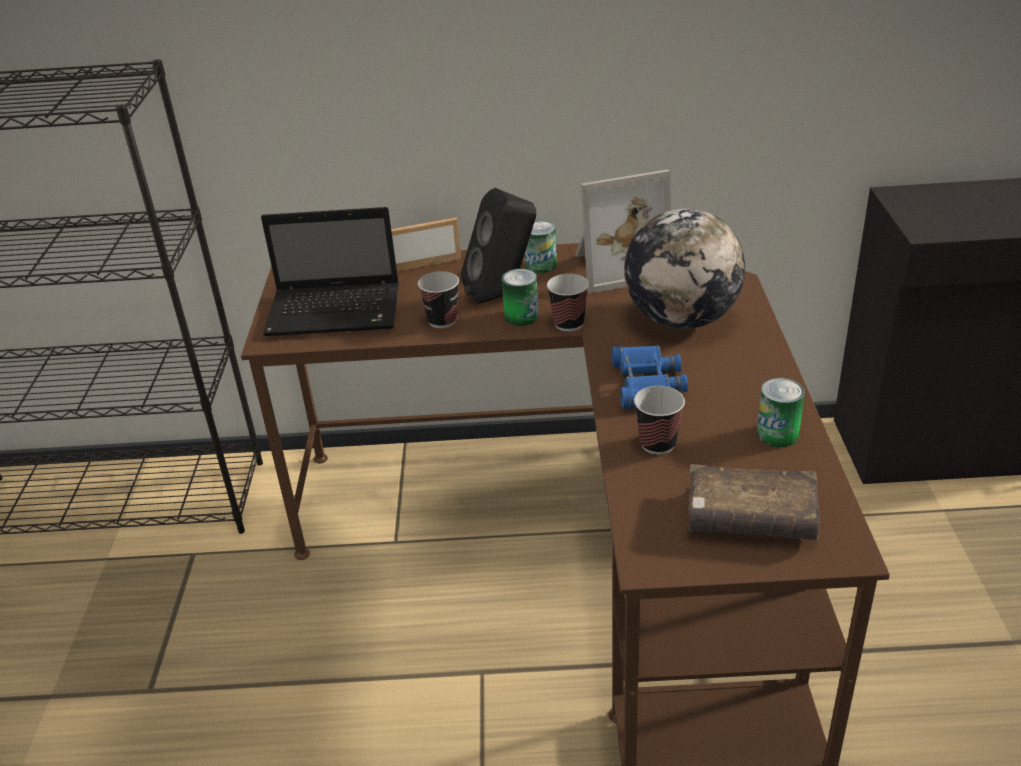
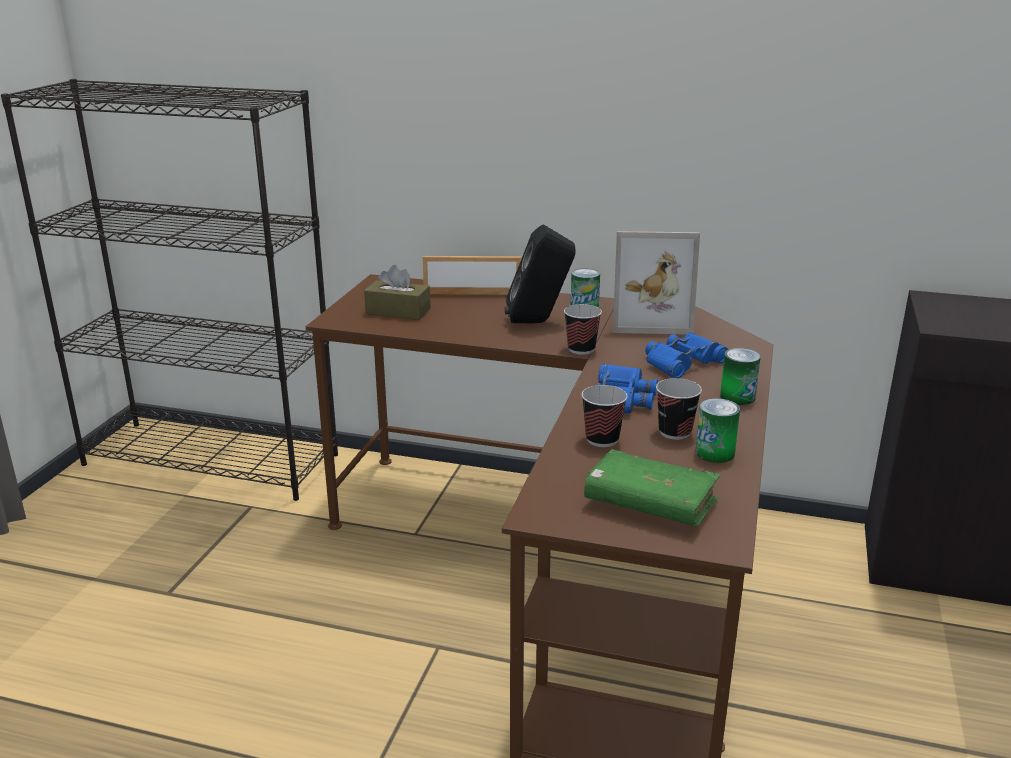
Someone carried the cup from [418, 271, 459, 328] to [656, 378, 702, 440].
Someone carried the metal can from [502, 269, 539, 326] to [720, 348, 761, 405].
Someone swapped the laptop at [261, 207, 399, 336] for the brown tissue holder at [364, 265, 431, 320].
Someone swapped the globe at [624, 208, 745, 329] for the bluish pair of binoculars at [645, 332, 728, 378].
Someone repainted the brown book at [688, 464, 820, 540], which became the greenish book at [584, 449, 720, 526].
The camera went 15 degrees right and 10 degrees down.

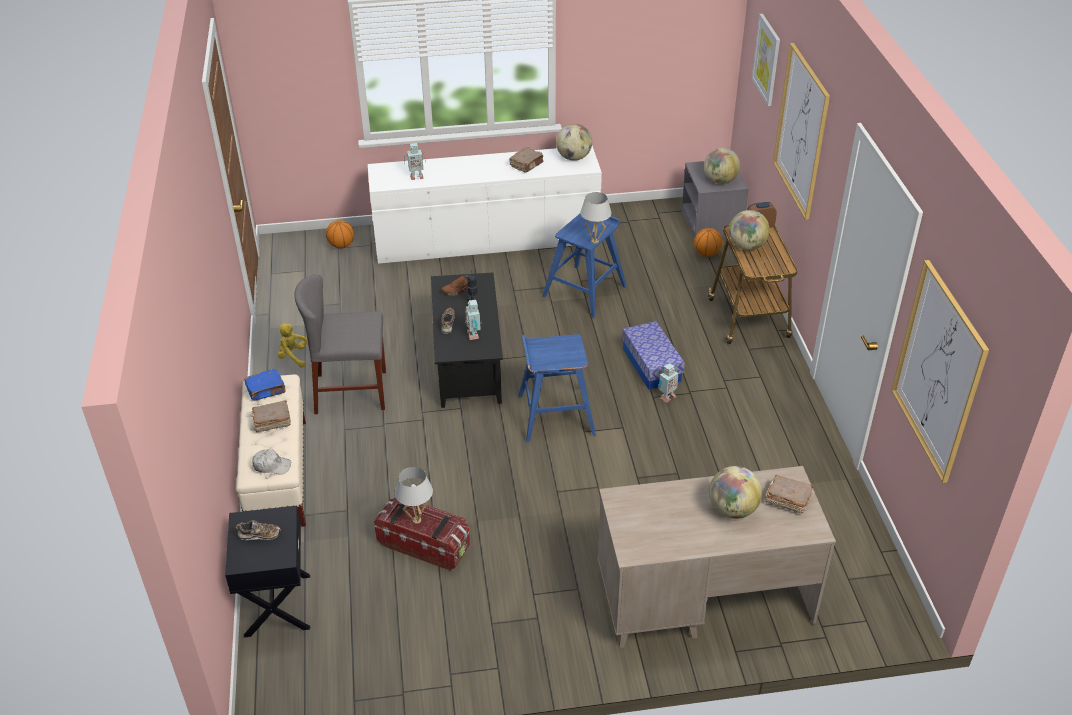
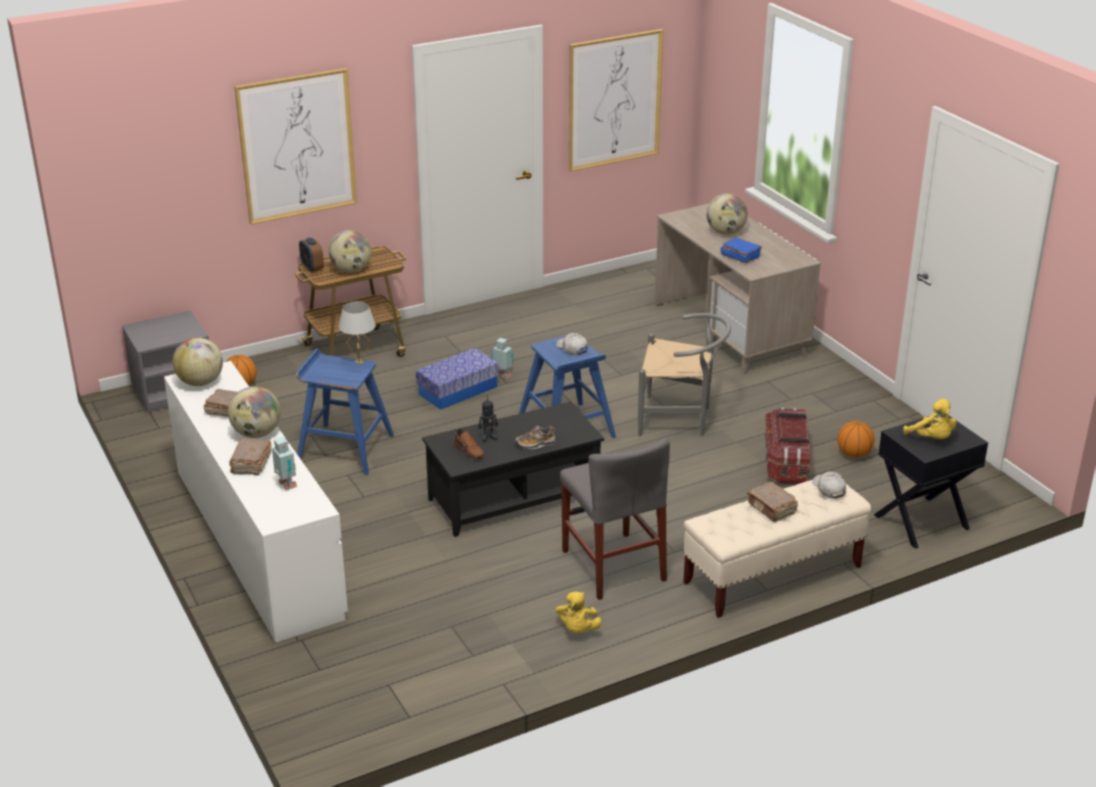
Someone took away the white-coloured lamp for a table at [395, 467, 433, 524].
Someone took away the robot figure at [465, 300, 482, 340].
Someone took away the wall picture at [752, 14, 780, 106].
Someone put down the white-coloured peaked cap at [556, 333, 588, 355].
Someone put down the grey upright chair at [638, 313, 731, 436].
Someone carried the bluish book from [244, 369, 285, 401] to [721, 238, 762, 263].
Someone carried the basketball ball from [326, 220, 354, 248] to [838, 421, 875, 458].
Someone carried the globe from [704, 148, 740, 184] to [228, 386, 281, 438].
Someone carried the brown book from [765, 475, 813, 513] to [229, 439, 272, 476].
Someone swapped the low shoe at [236, 520, 280, 540] for the yellowish plush toy at [903, 399, 956, 439].
The camera went 110 degrees left and 10 degrees down.

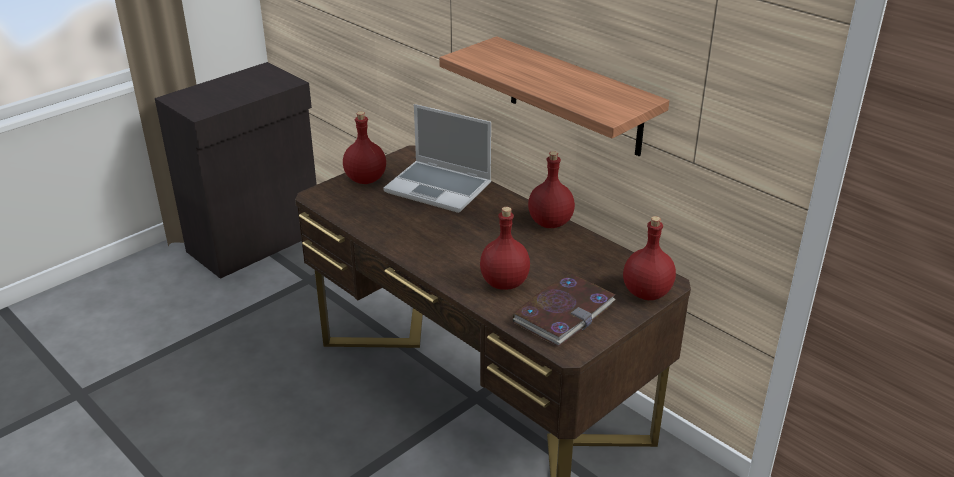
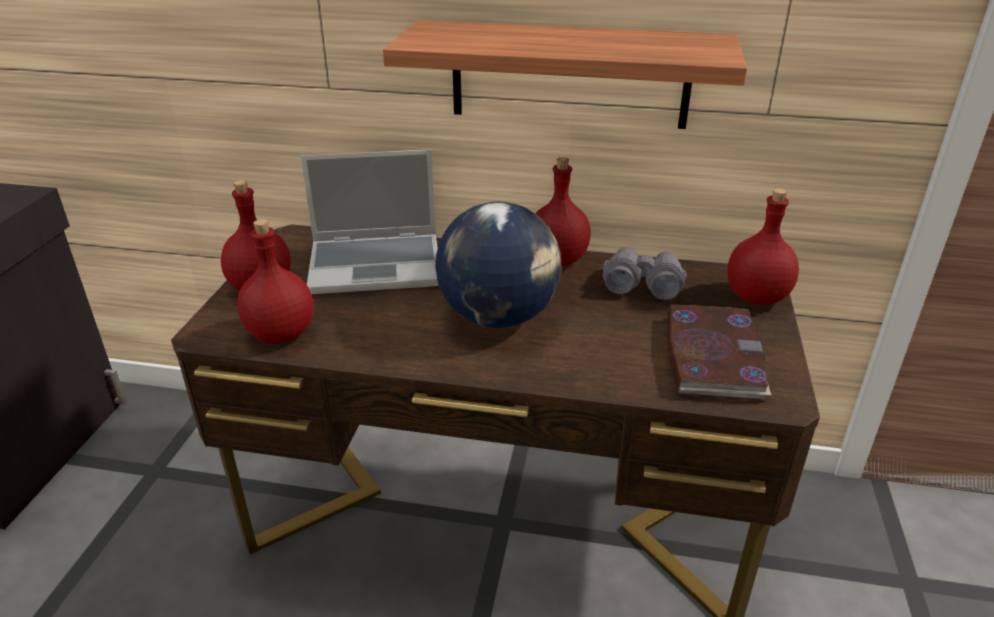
Someone put down the globe at [435, 202, 561, 328].
Someone put down the grey pair of binoculars at [602, 247, 687, 300].
Someone carried the reddish bottle from [480, 207, 530, 290] to [237, 219, 314, 344].
The camera went 35 degrees left and 0 degrees up.

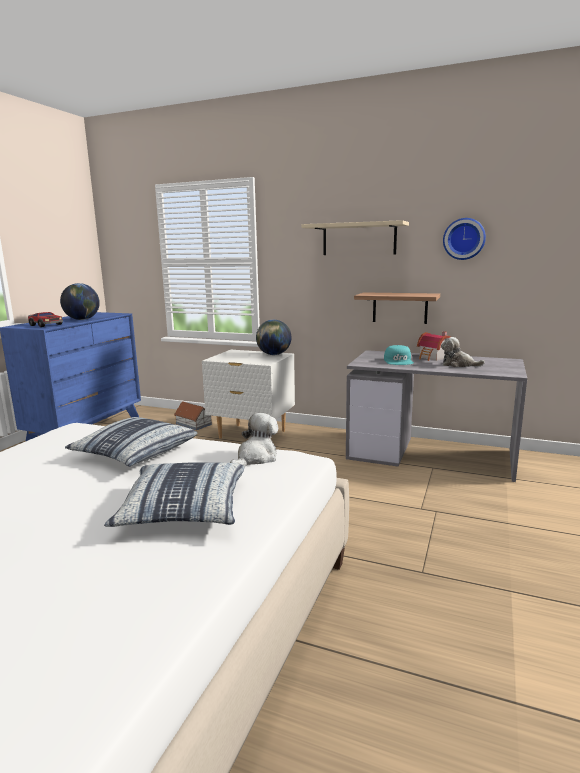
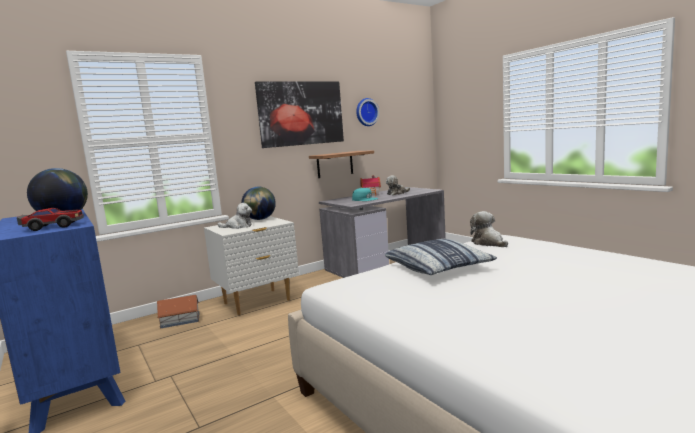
Someone took away the cushion at [104, 463, 245, 527].
Someone put down the plush toy at [217, 203, 252, 229].
Someone swapped the sand-coloured shelf at [302, 220, 409, 255] for the wall picture at [255, 81, 344, 148].
The camera went 55 degrees left and 5 degrees down.

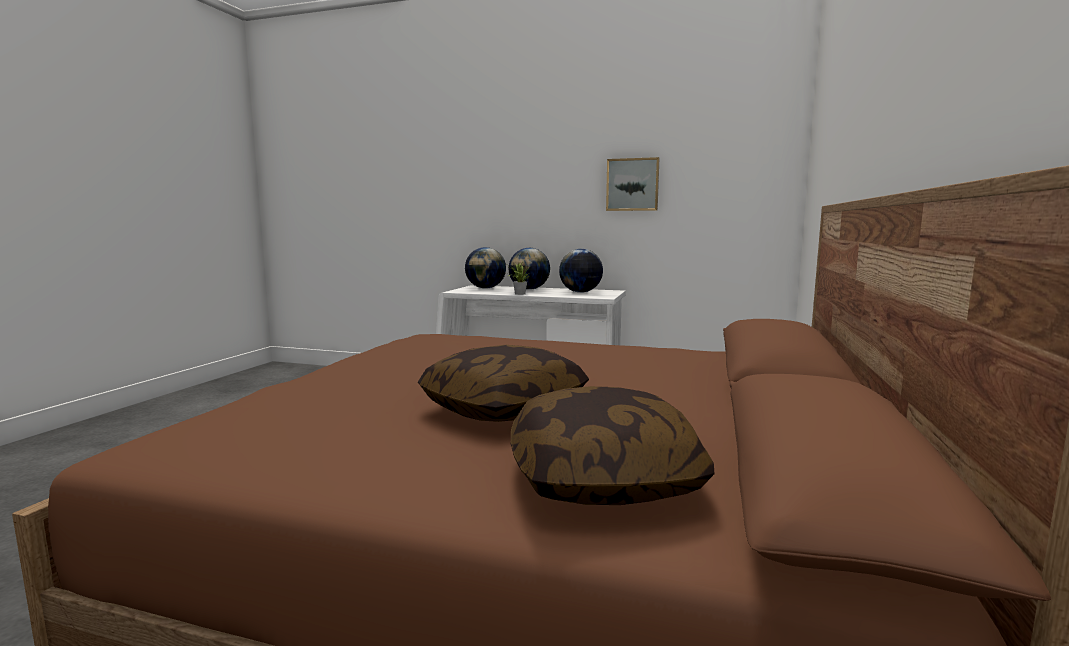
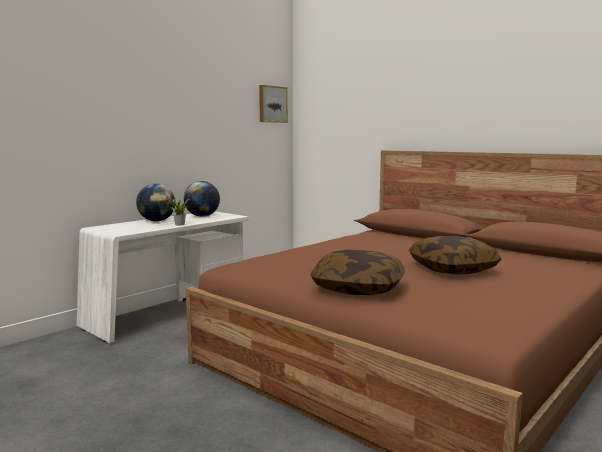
Someone took away the globe at [465, 247, 506, 288].
Someone carried the cushion from [511, 386, 714, 505] to [311, 250, 405, 295].
Someone carried the wall picture from [606, 157, 659, 211] to [259, 85, 288, 123].
The camera went 65 degrees left and 0 degrees up.

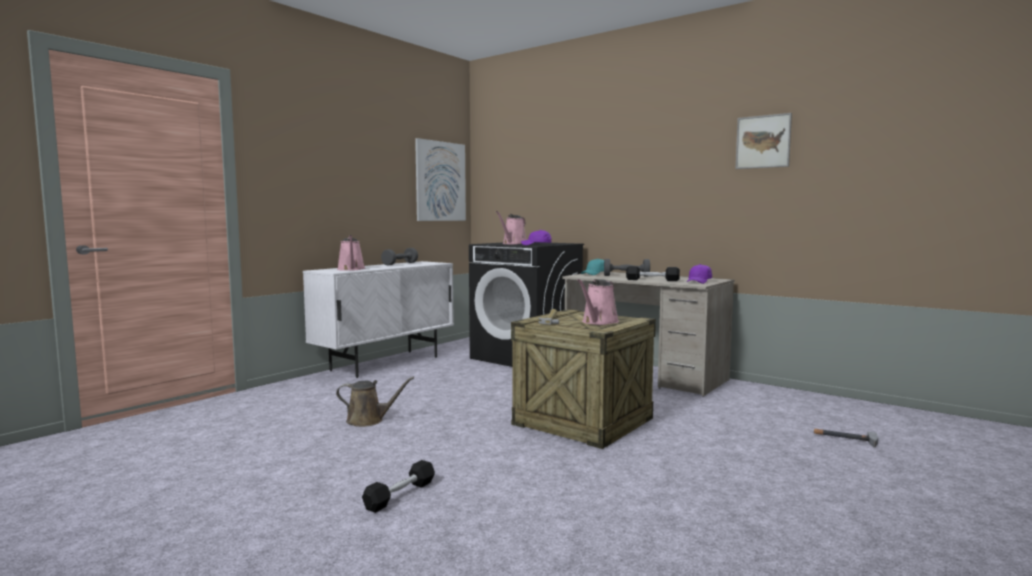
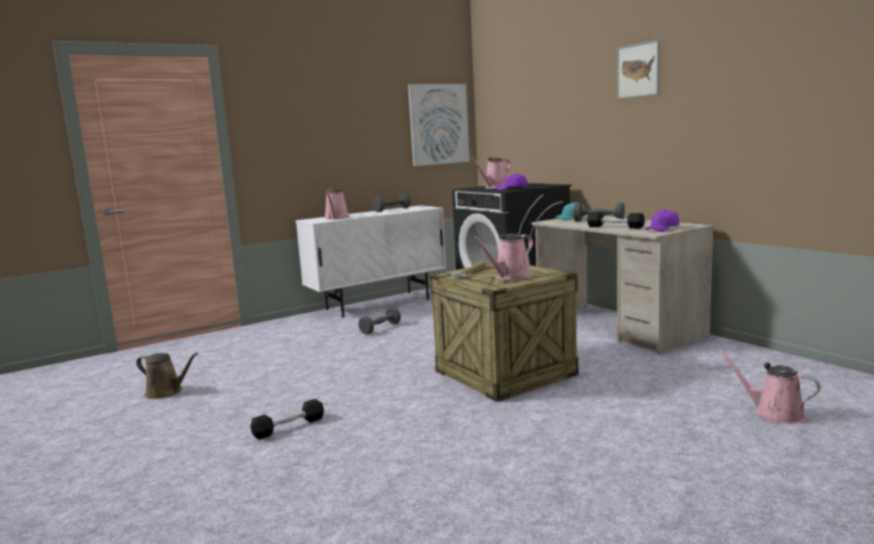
Someone put down the grey hand weight at [358, 307, 401, 335].
Someone carried the brown watering pot from [336, 377, 414, 427] to [136, 352, 198, 399].
Someone carried the wall picture from [735, 113, 792, 169] to [617, 40, 660, 99].
Someone swapped the tool hammer at [814, 429, 878, 448] for the pinkish watering pot at [719, 349, 821, 424].
The camera went 20 degrees right and 5 degrees up.

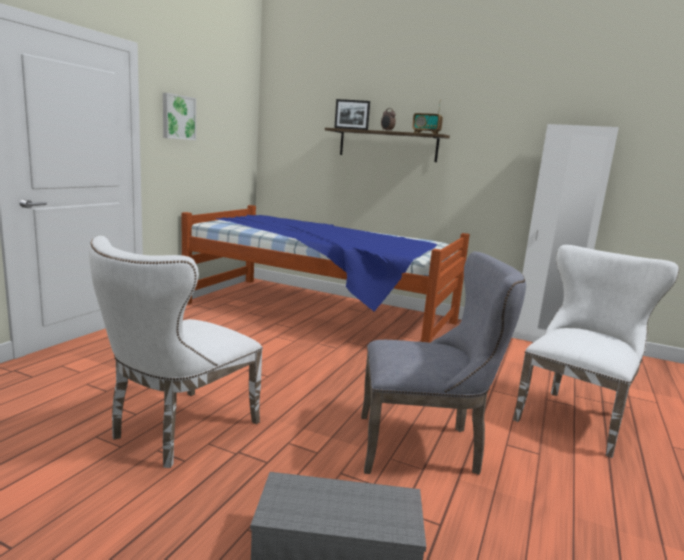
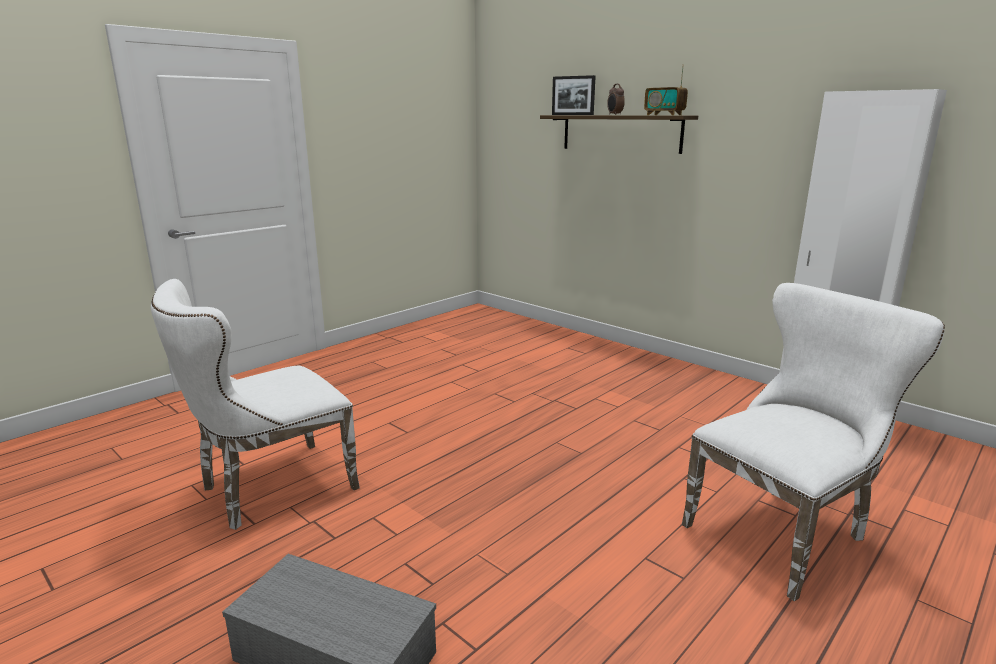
Someone took away the wall picture at [163, 93, 196, 140].
Someone took away the sleeping bed at [182, 205, 470, 343].
Someone took away the grey upright chair at [361, 252, 526, 475].
The camera went 20 degrees right and 5 degrees up.

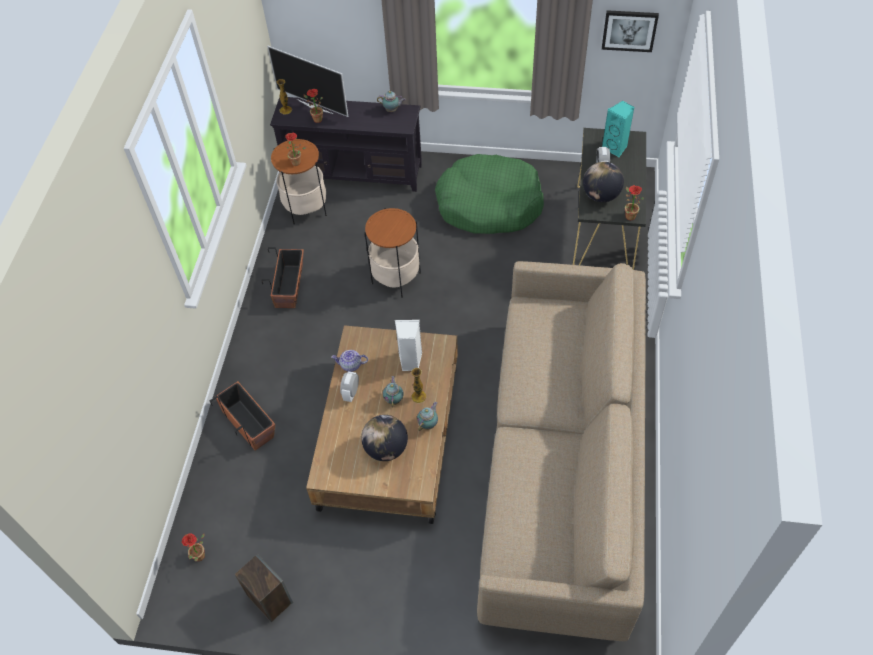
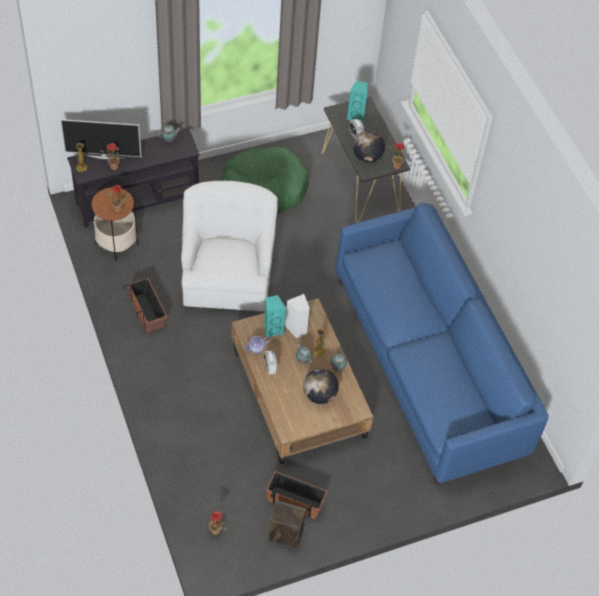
Someone took away the wall picture at [602, 10, 659, 52].
Someone put down the turquoise-coloured audio speaker at [264, 295, 286, 337].
Someone carried the plant pot from [210, 381, 275, 450] to [266, 471, 328, 519].
Someone swapped the end table at [365, 208, 421, 298] for the white-coloured easy chair at [181, 181, 278, 311].
Someone repainted the sand-coloured couch at [477, 261, 646, 641], which became the bluish couch at [336, 203, 549, 484].
The camera went 35 degrees left and 0 degrees up.

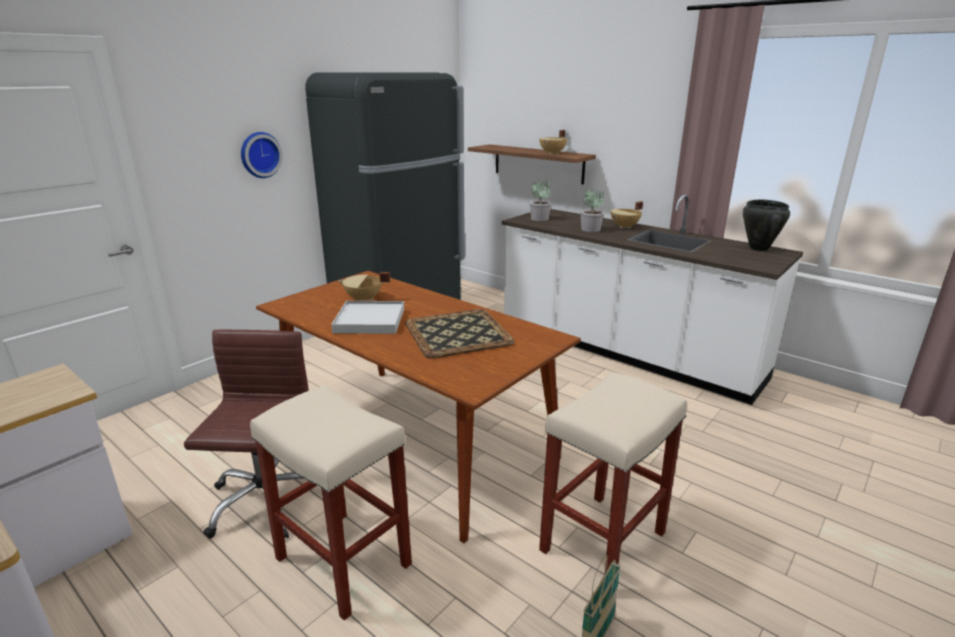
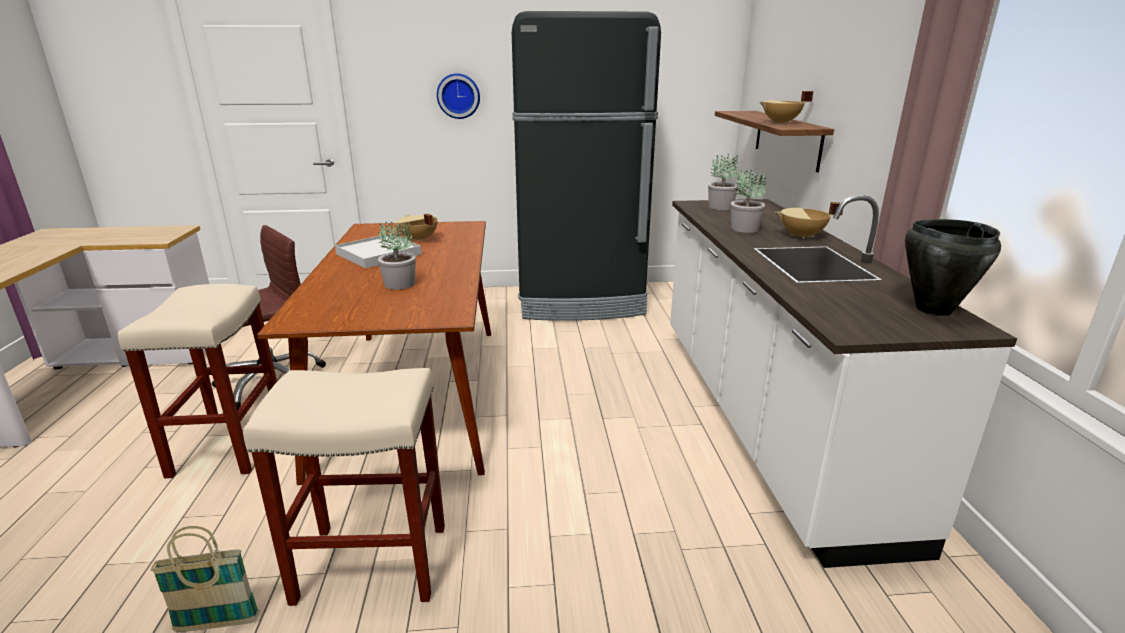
Someone swapped the serving tray at [405, 309, 515, 359] for the plant in a pot at [378, 222, 416, 290].
The camera went 45 degrees right and 0 degrees up.

